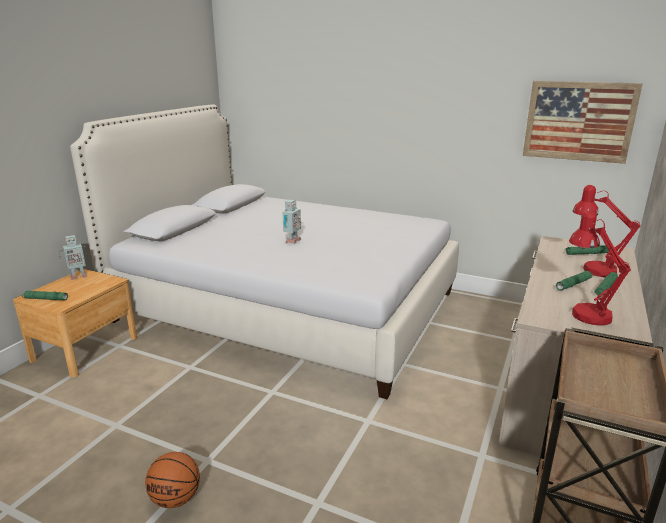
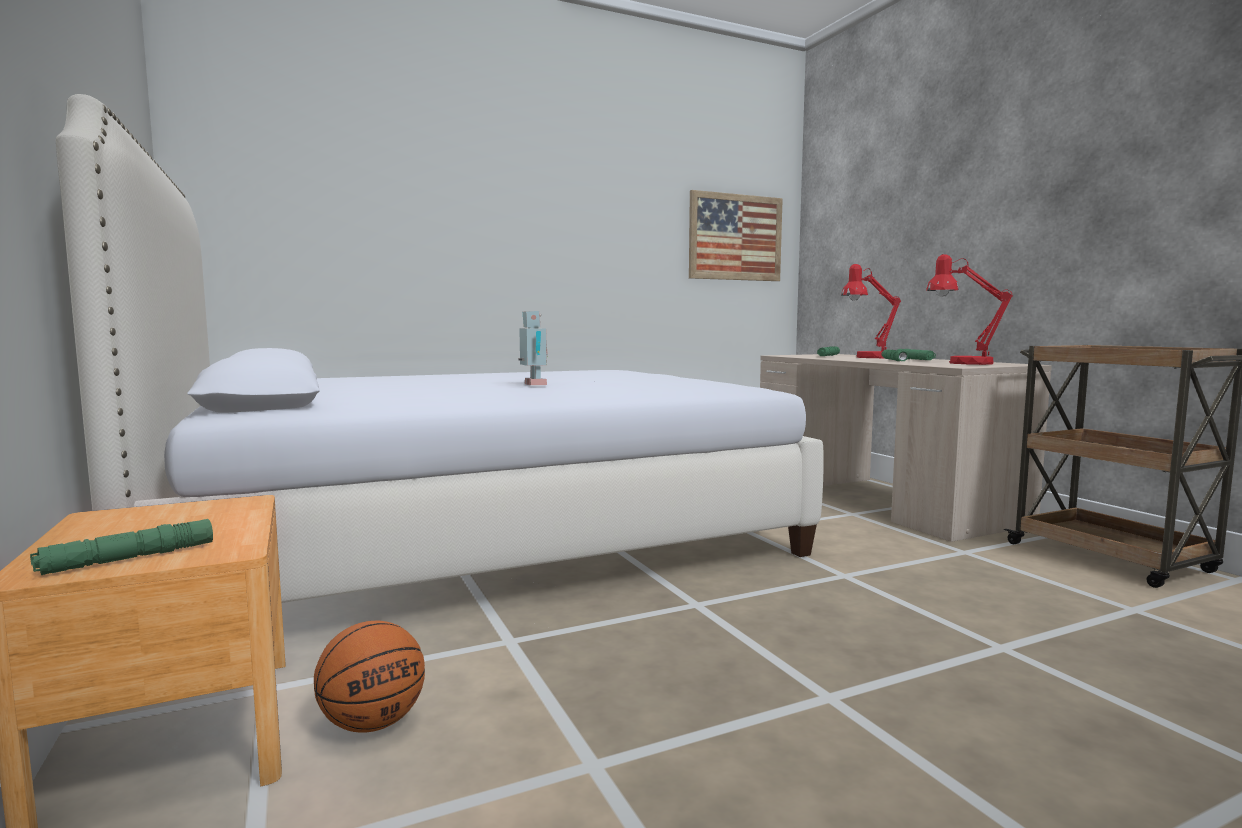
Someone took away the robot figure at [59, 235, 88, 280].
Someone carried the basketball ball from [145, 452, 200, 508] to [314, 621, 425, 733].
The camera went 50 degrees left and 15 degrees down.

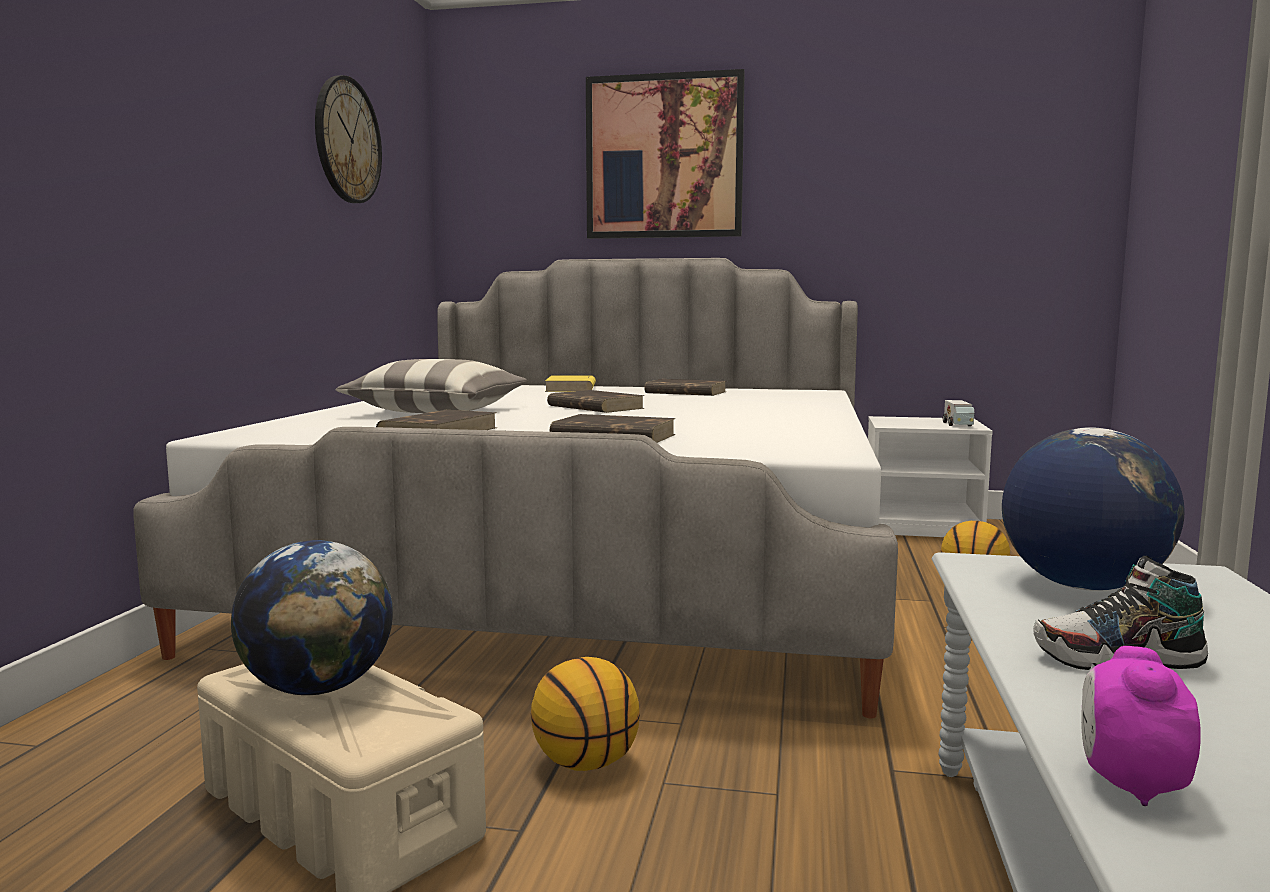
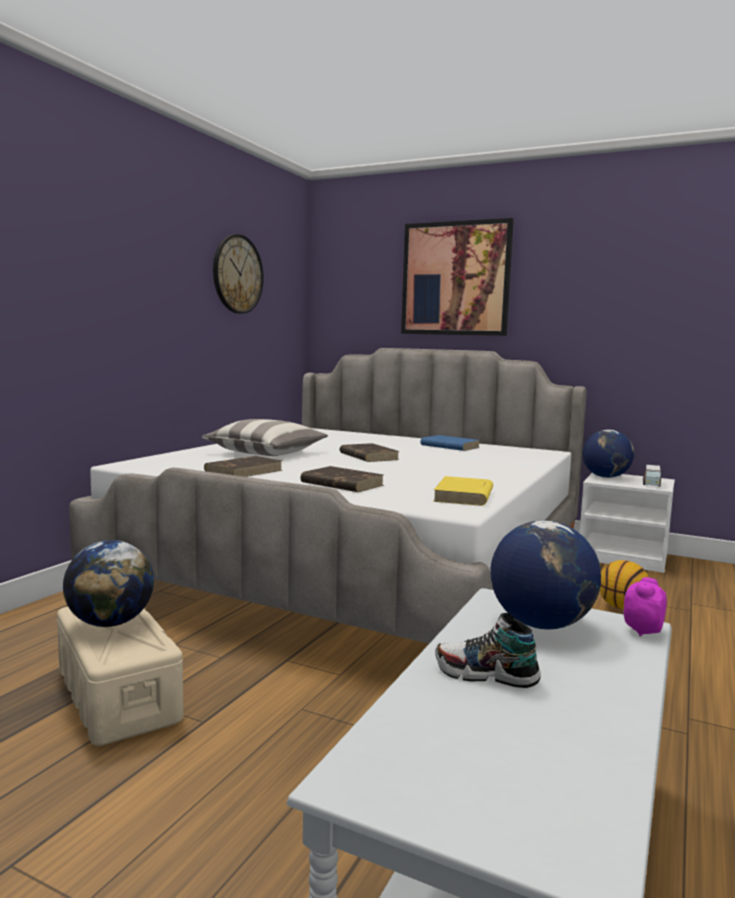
Someone took away the basketball ball at [531, 657, 640, 771].
Someone put down the globe at [583, 429, 634, 478].
Someone carried the yellowish book from [545, 376, 596, 392] to [433, 476, 493, 506].
Someone carried the bedside clock from [1081, 646, 1201, 806] to [624, 577, 667, 637].
Someone repainted the brown book at [644, 379, 726, 396], which became the bluish book at [420, 435, 480, 451].
The camera went 15 degrees right and 0 degrees up.

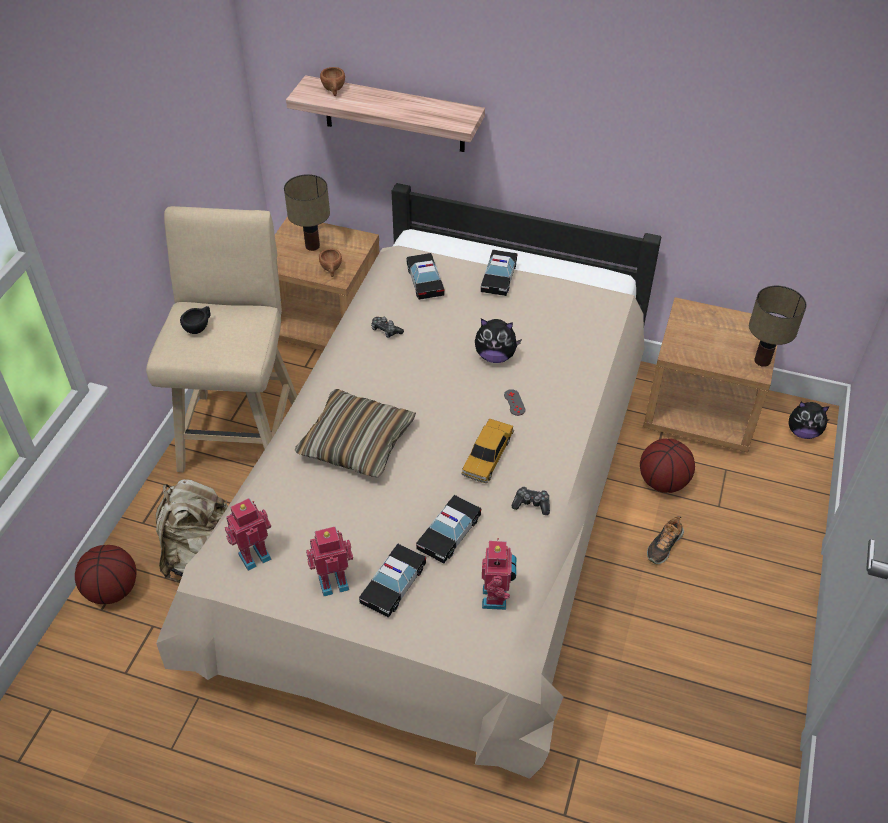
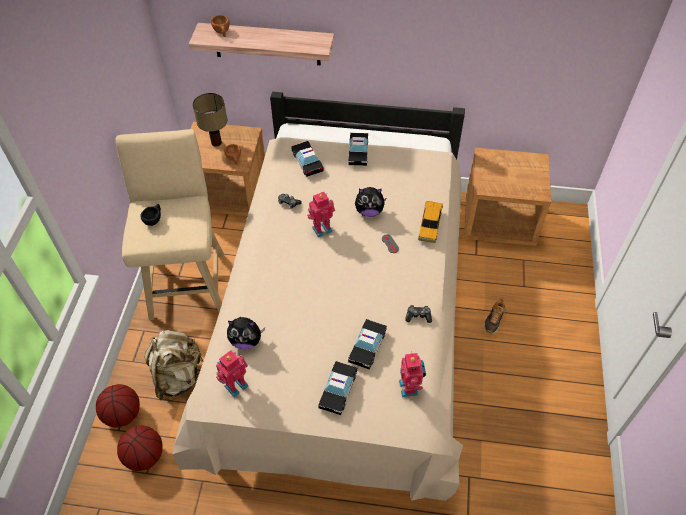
Someone took away the cushion at [295, 389, 416, 478].
Someone took away the lamp for a table at [749, 286, 806, 367].
Someone carried the robot figure from [306, 527, 353, 597] to [307, 192, 335, 237].
Someone carried the model car from [461, 419, 514, 483] to [418, 201, 443, 243].
Someone carried the basketball ball from [640, 438, 695, 493] to [117, 426, 163, 471].
Someone carried the plush toy from [788, 402, 829, 439] to [227, 317, 265, 349].
The camera went 10 degrees left and 5 degrees up.

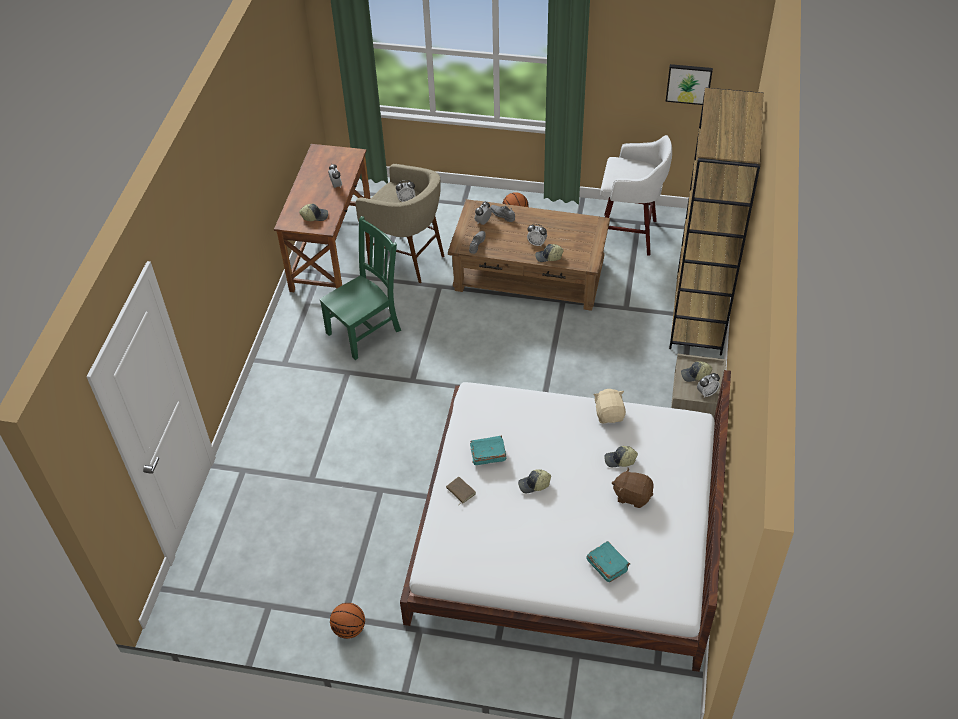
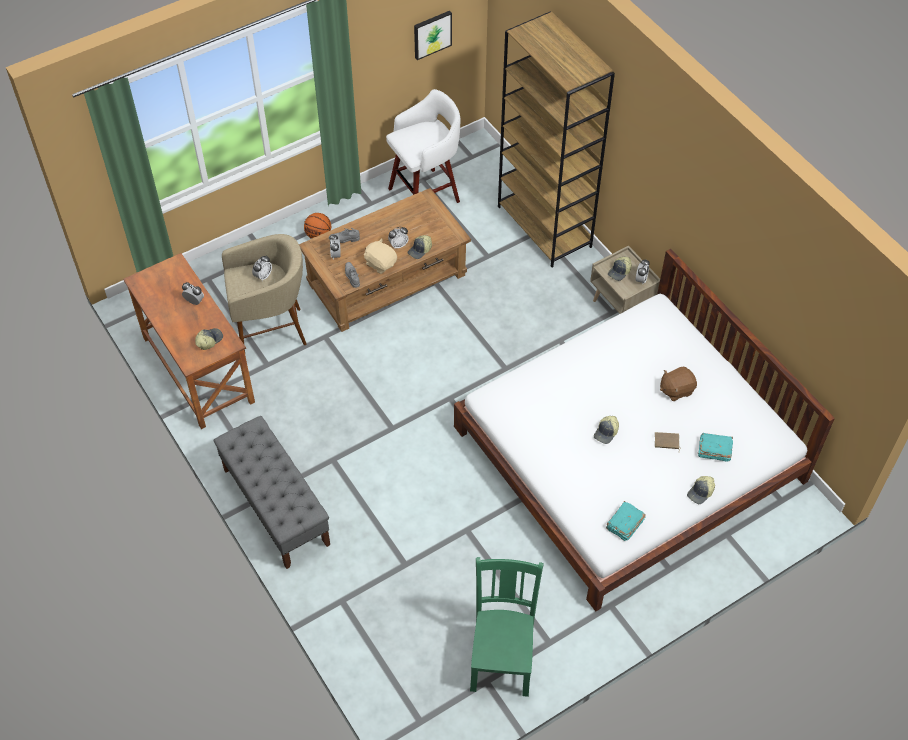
Someone took away the basketball ball at [330, 603, 365, 639].
Someone put down the grey indoor bench at [214, 416, 330, 569].
Someone carried the greenish upright chair from [320, 216, 401, 360] to [470, 557, 544, 697].
Someone carried the brown book from [446, 477, 476, 504] to [655, 432, 680, 450].
Someone carried the turquoise-coloured book from [470, 436, 506, 465] to [606, 501, 646, 541].
Someone carried the sand-coloured plush toy from [593, 389, 626, 423] to [363, 239, 397, 274].
Someone carried the peaked cap from [604, 446, 638, 467] to [687, 476, 715, 504].
The camera went 45 degrees left and 5 degrees up.

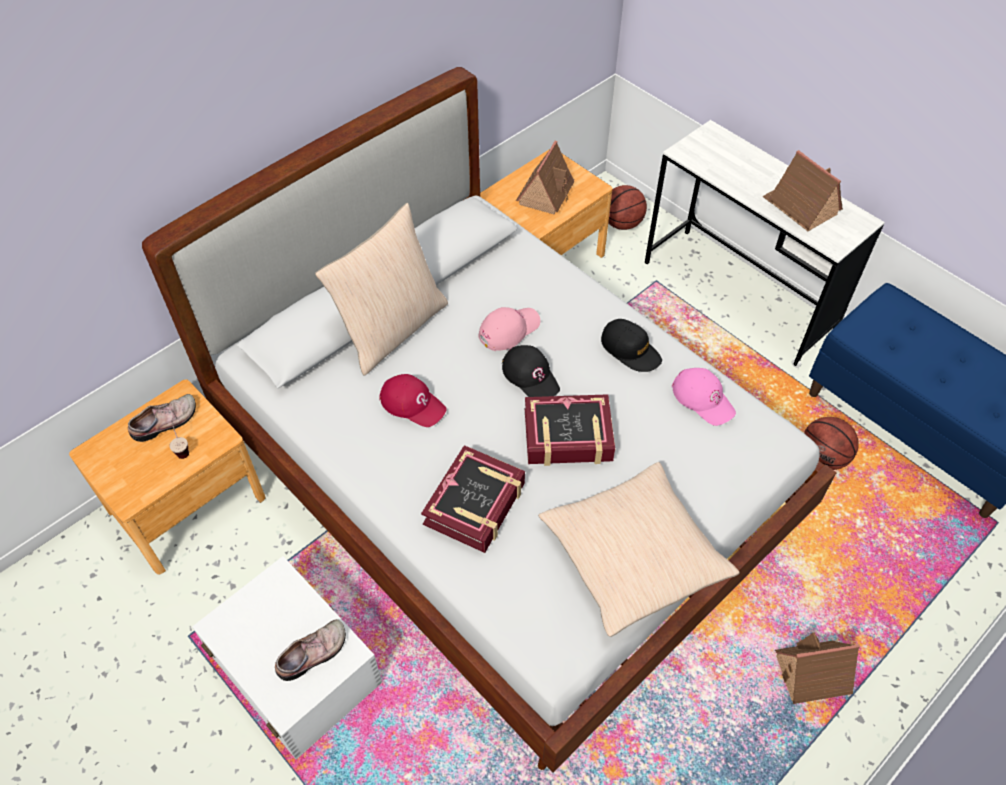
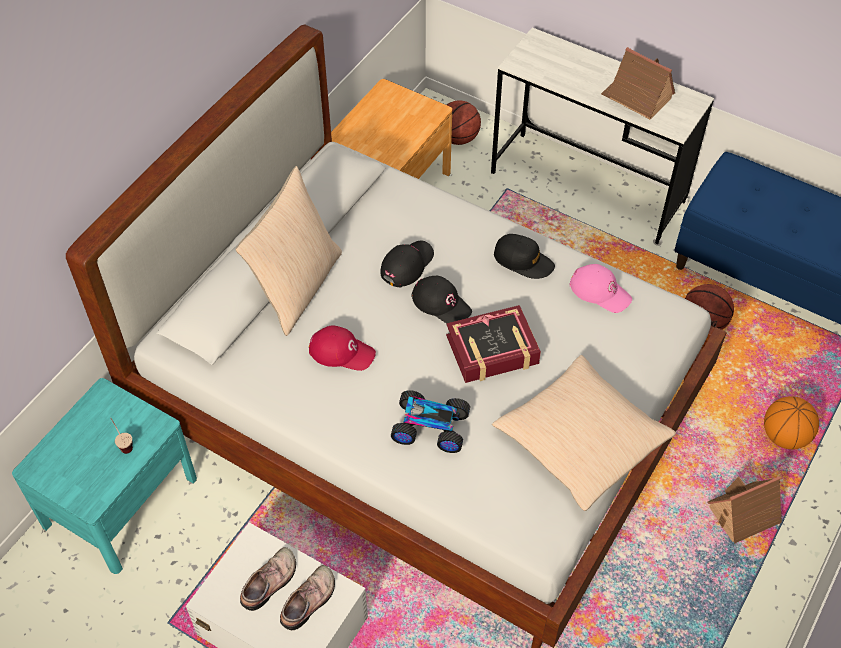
Someone took away the model house at [516, 141, 574, 215].
Someone put down the basketball ball at [764, 396, 819, 449].
Someone carried the low shoe from [128, 394, 196, 442] to [240, 547, 296, 611].
Someone swapped the book at [421, 445, 525, 553] for the model car at [391, 390, 470, 453].
Someone repainted the brown nightstand at [69, 379, 265, 574], which became the turquoise-coloured nightstand at [12, 378, 197, 574].
Someone repainted the pinkish peaked cap at [479, 307, 540, 351], which became the blackish peaked cap at [380, 241, 434, 287].
The camera went 15 degrees left and 0 degrees up.

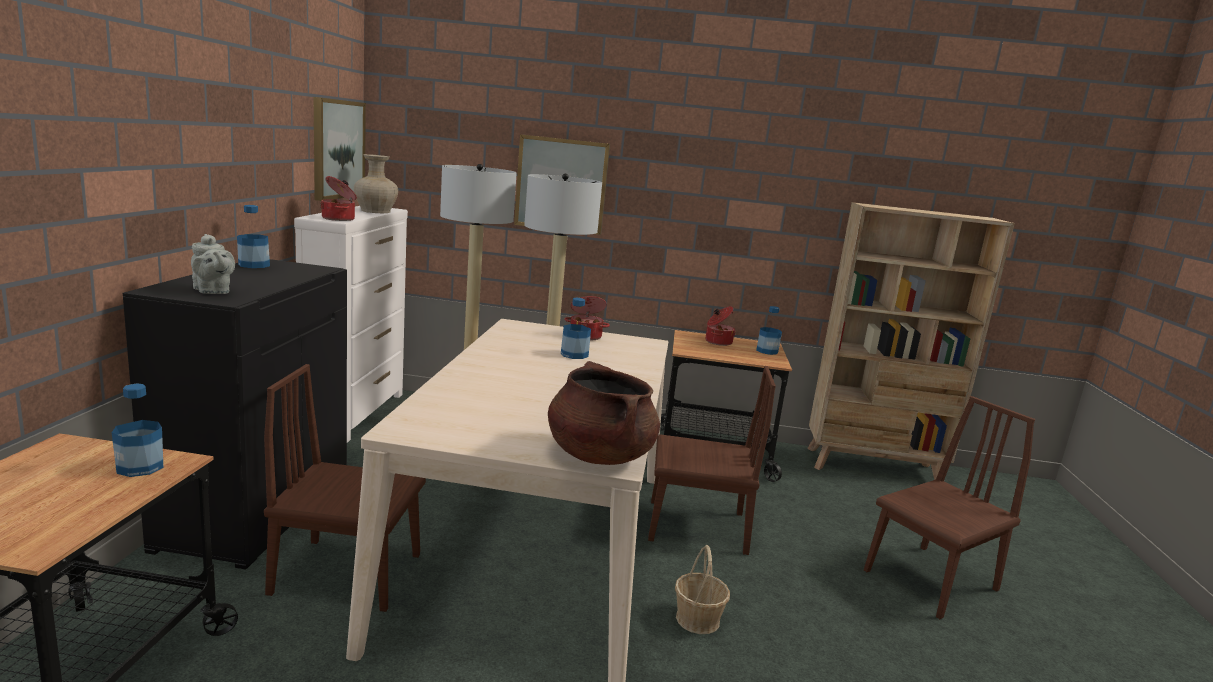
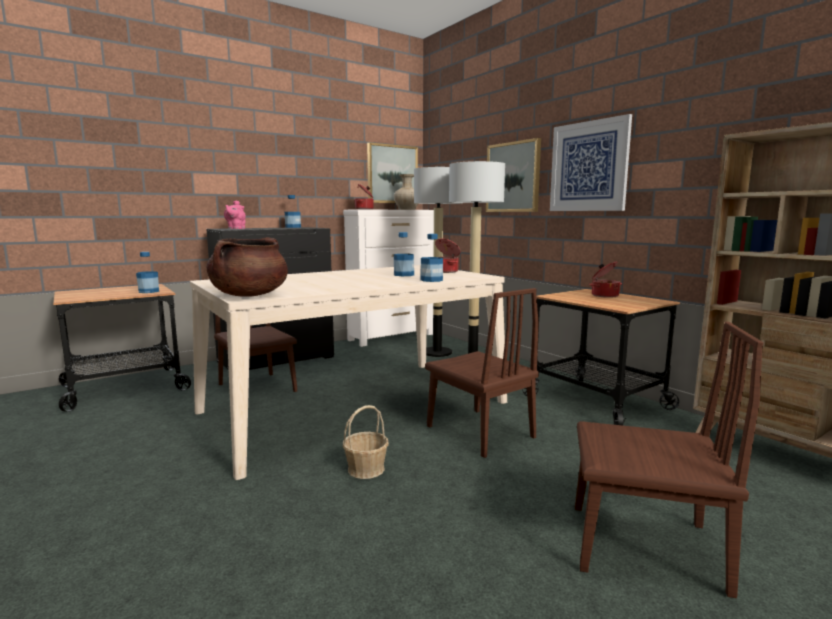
Someone put up the wall picture at [550, 114, 632, 211].
Someone carried the bottle from [756, 306, 782, 355] to [421, 234, 443, 282].
Someone repainted the grey pot for tea at [191, 234, 235, 294], which became the pinkish pot for tea at [224, 200, 246, 229].
The camera went 50 degrees right and 5 degrees down.

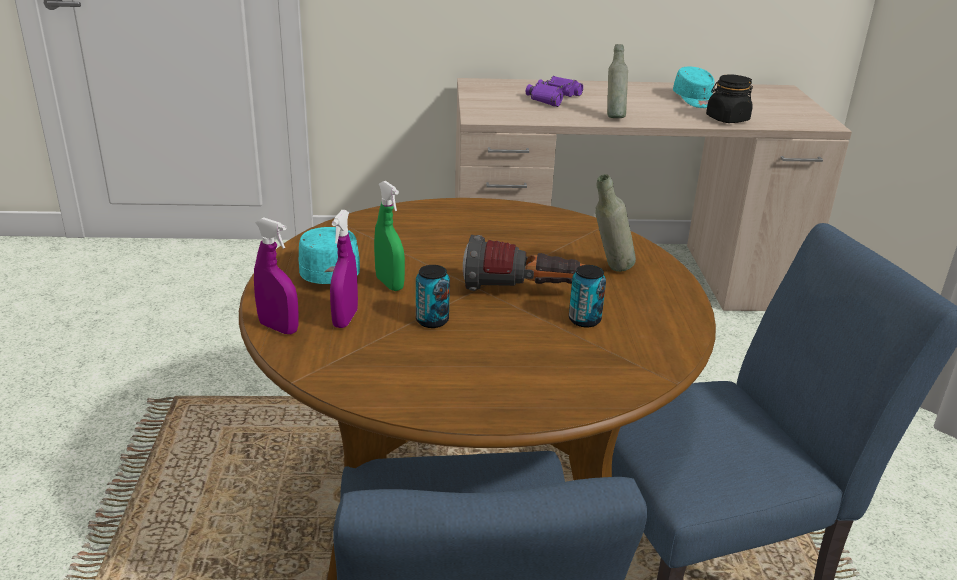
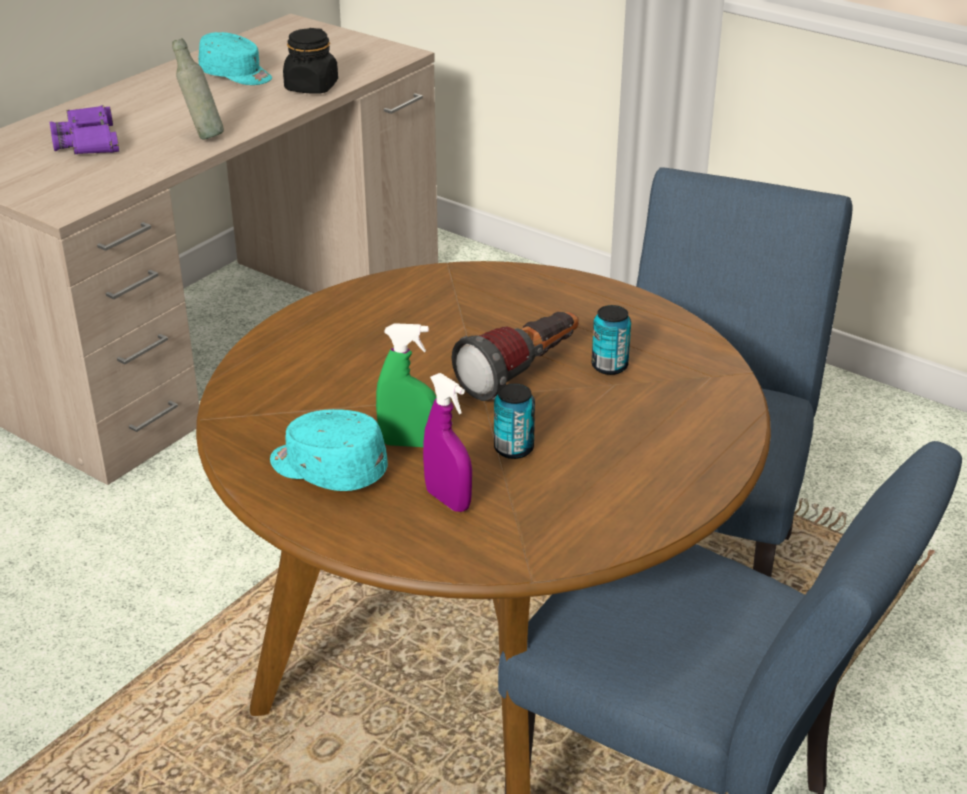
Someone took away the purple-coloured spray bottle at [254, 217, 299, 334].
Someone took away the grey bottle at [595, 174, 636, 272].
The camera went 50 degrees left and 5 degrees up.

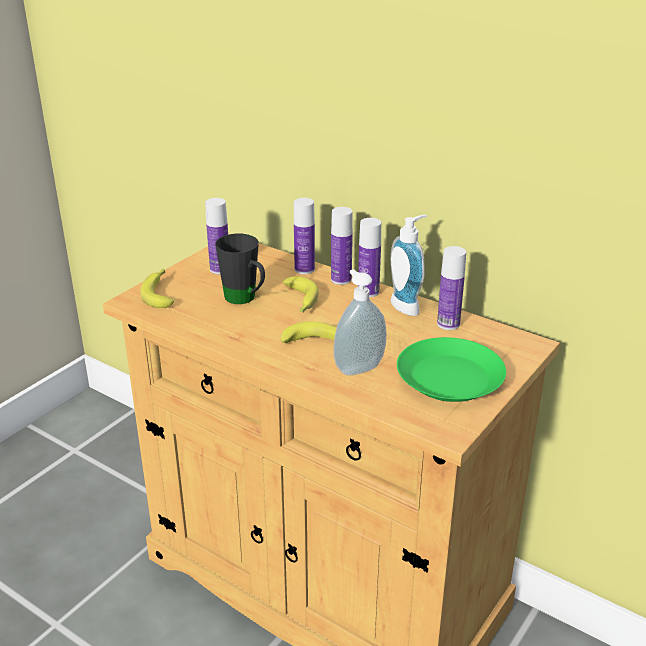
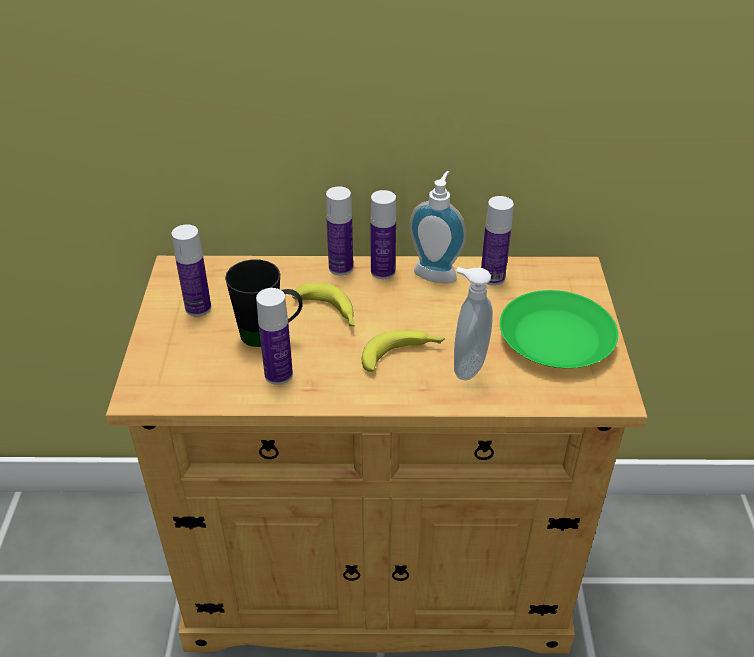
Someone took away the banana fruit at [140, 268, 174, 308].
Someone carried the bottle from [294, 198, 315, 274] to [256, 288, 293, 385].
The camera went 35 degrees left and 10 degrees up.

